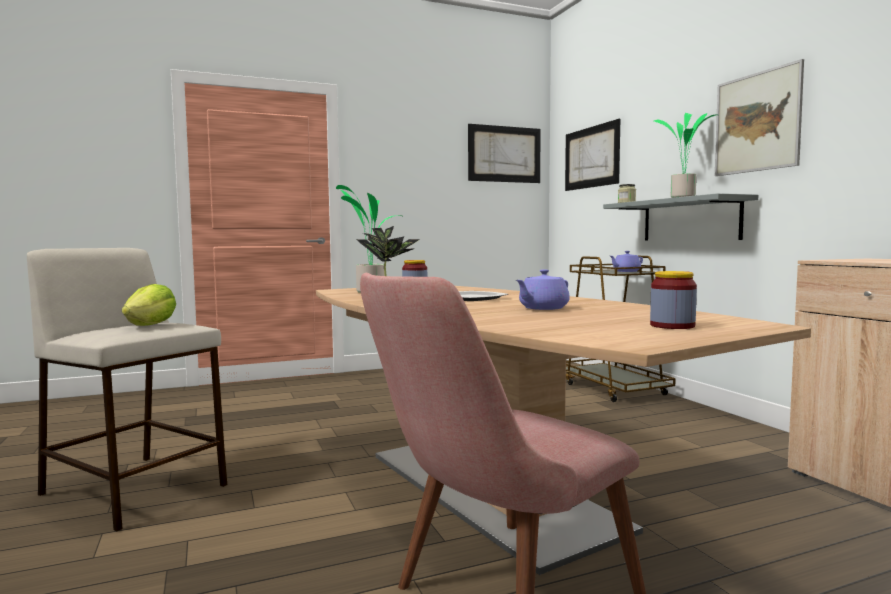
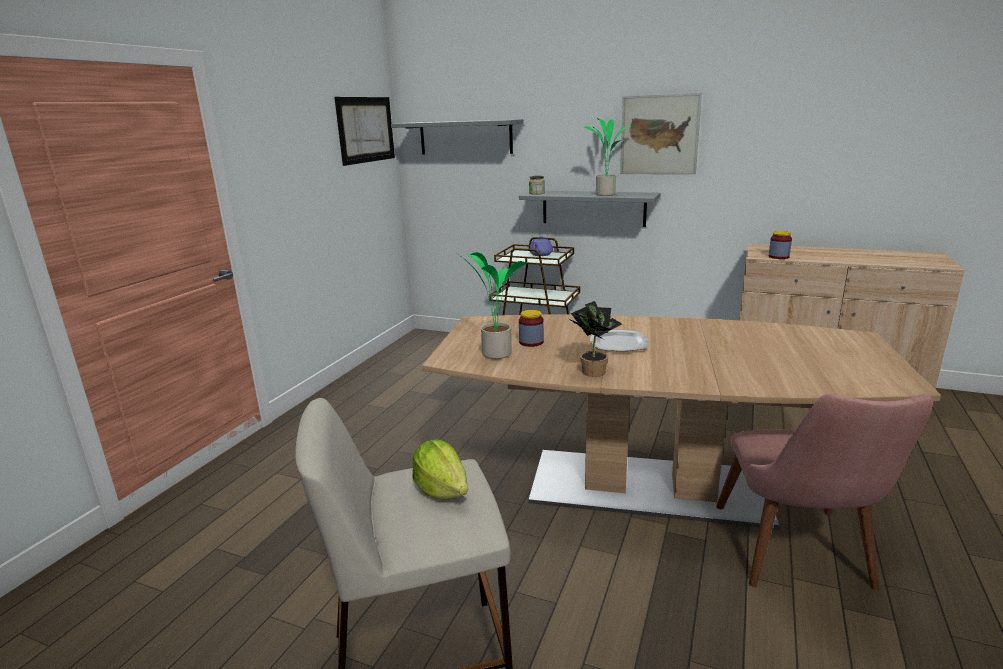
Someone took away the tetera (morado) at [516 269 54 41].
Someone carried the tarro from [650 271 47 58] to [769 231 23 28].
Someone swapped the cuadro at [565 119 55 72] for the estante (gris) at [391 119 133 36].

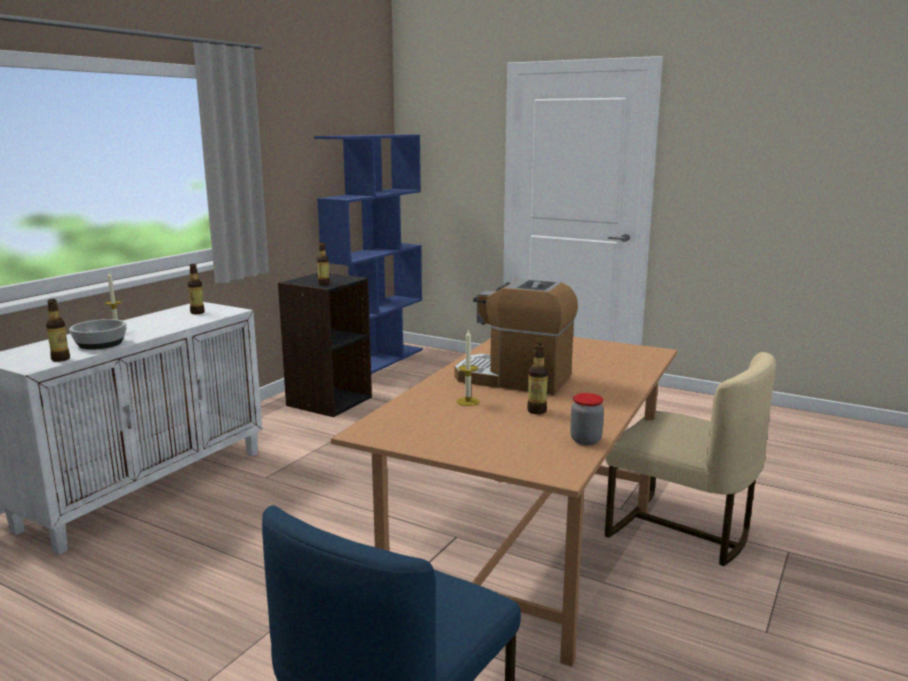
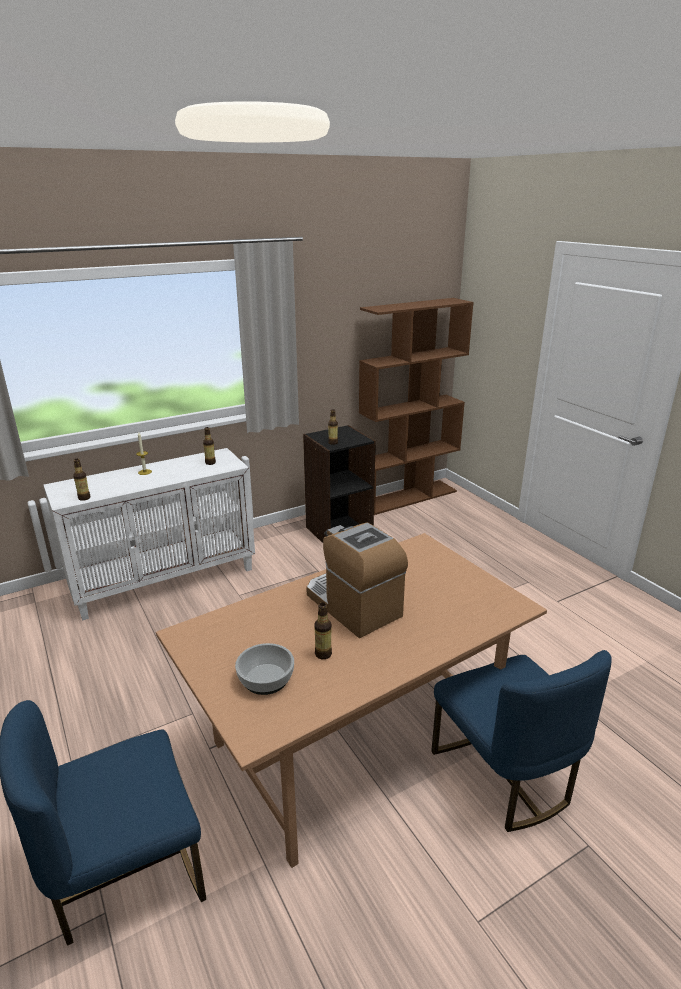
Someone took away the vela at [456 329 24 77].
Someone took away the tarro at [570 393 34 52].
Someone carried the cuenco from [69 319 57 31] to [235 643 59 52].
Someone repainted the estantería (azul) at [314 134 109 240], which became the estantería (marrón) at [359 298 115 217].
Someone repainted the silla (beis) at [605 352 171 214], which became the silla (azul) at [431 650 181 182].

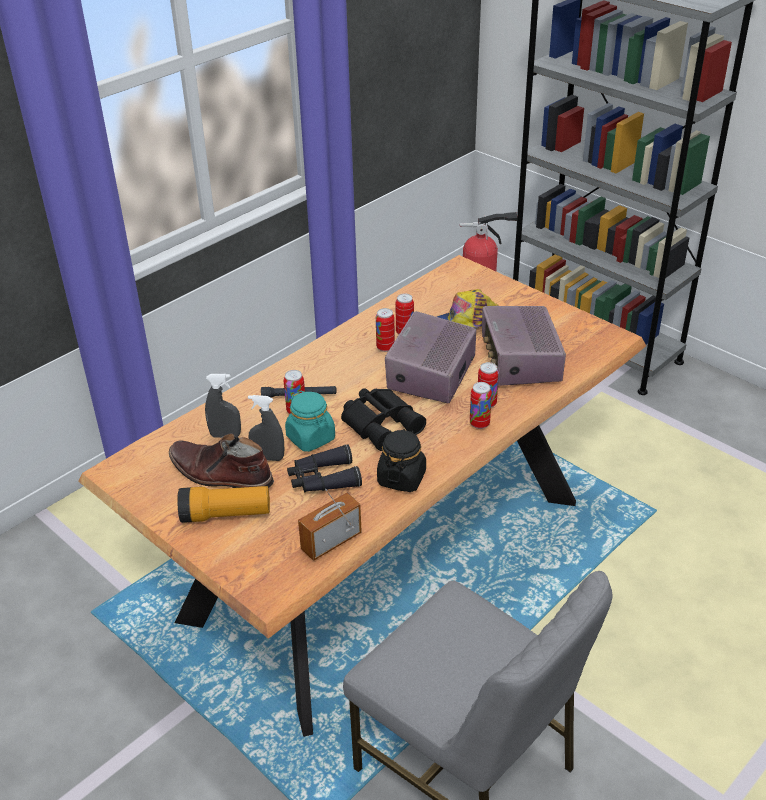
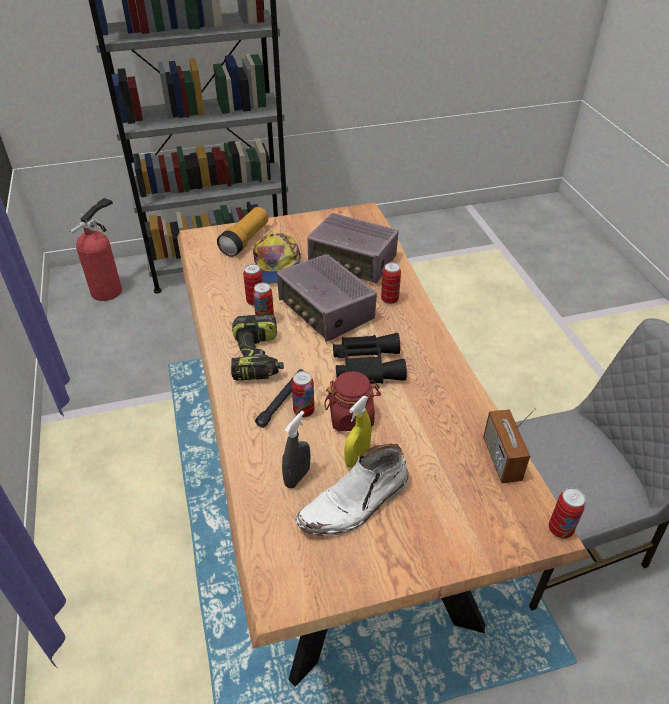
Someone took away the prismáticos (negro) at [287 444 75 48].
Someone took away the tarro (negro) at [377 429 49 63].
Someone put down the taladro at [231 314 53 66].
Someone carried the linterna from [177 486 93 37] to [217 207 51 50].
Someone carried the lata from [470 382 22 47] to [549 488 37 51].
Someone repainted the bota (marrón) at [169 433 105 55], which became the bota (blanco) at [296 443 113 93].
Someone repainted the pulverizador (gris) at [248 395 37 66], which became the pulverizador (amarillo) at [344 396 28 72].
Someone repainted the tarro (turquesa) at [285 391 50 61], which became the tarro (rojo) at [324 371 57 60].

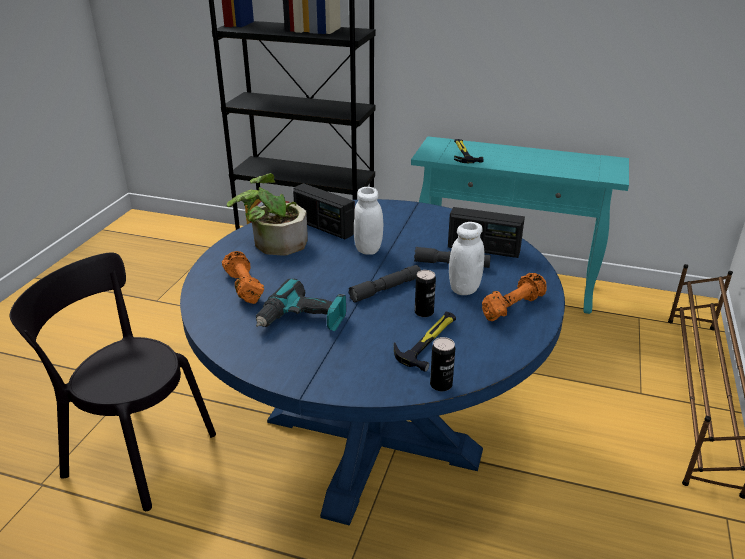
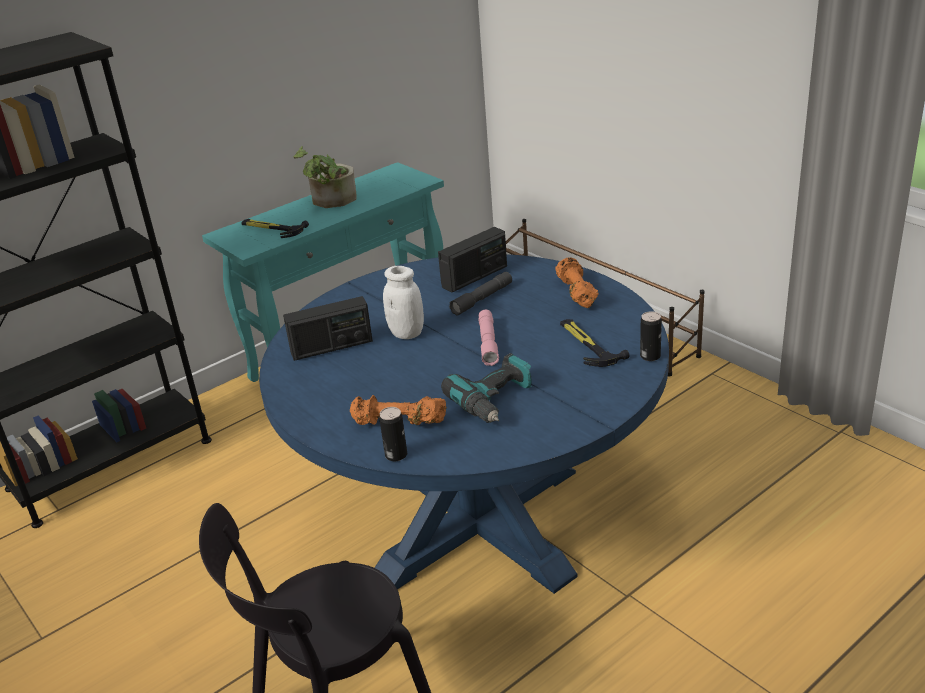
Someone took away the tarro (blanco) at [449 222 36 73].
Someone carried the planta en maceta from [227 173 81 83] to [294 146 62 62].
Someone carried the lata from [415 270 21 47] to [379 407 28 54].
Someone repainted the linterna (gris) at [348 265 73 38], which became the linterna (rosa) at [479 310 20 56].

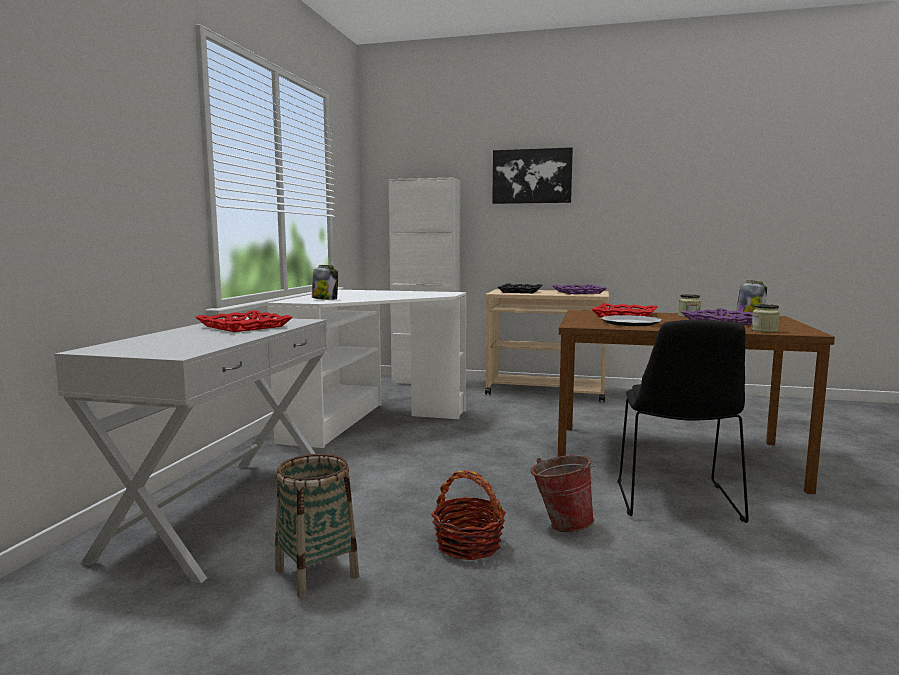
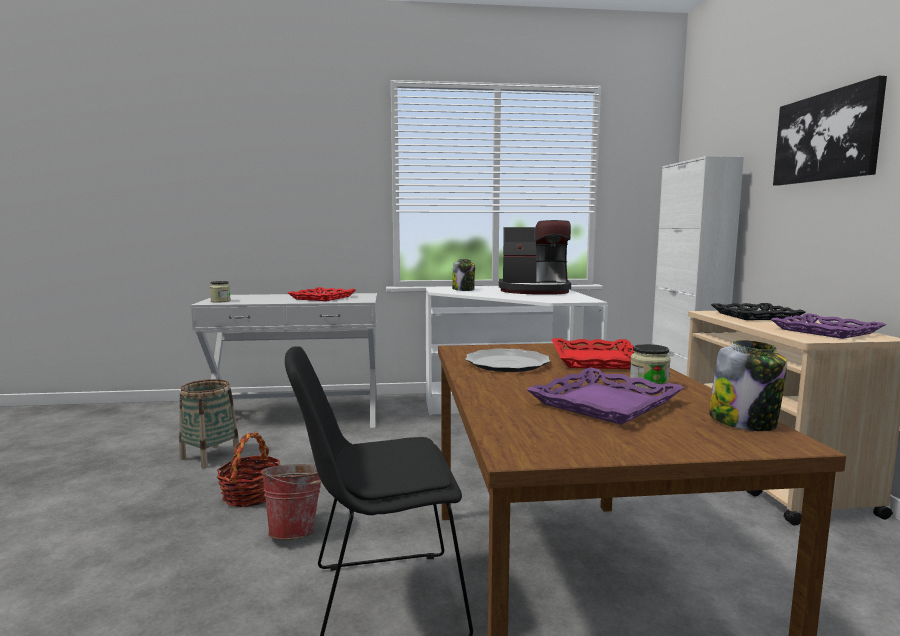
Someone put down the cafetera at [499 220 72 75].
Someone carried the tarro from [751 304 29 28] to [210 281 21 22].

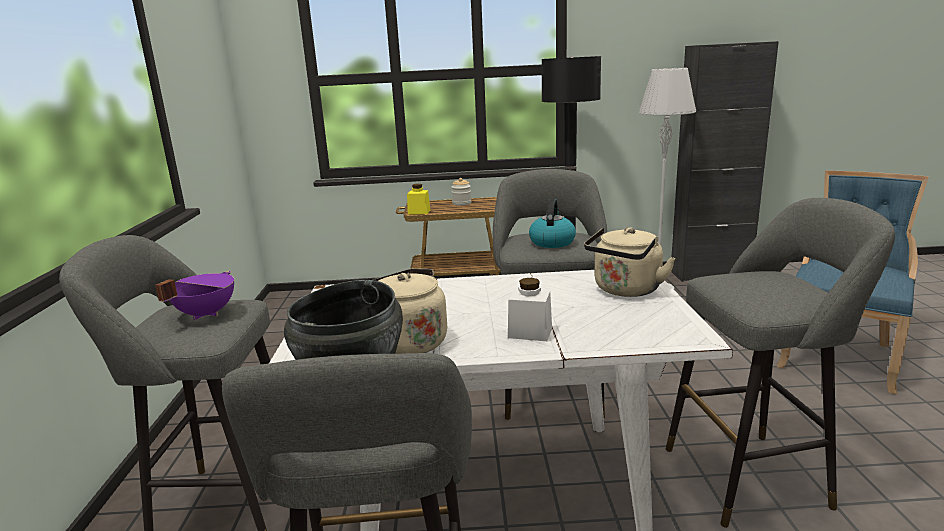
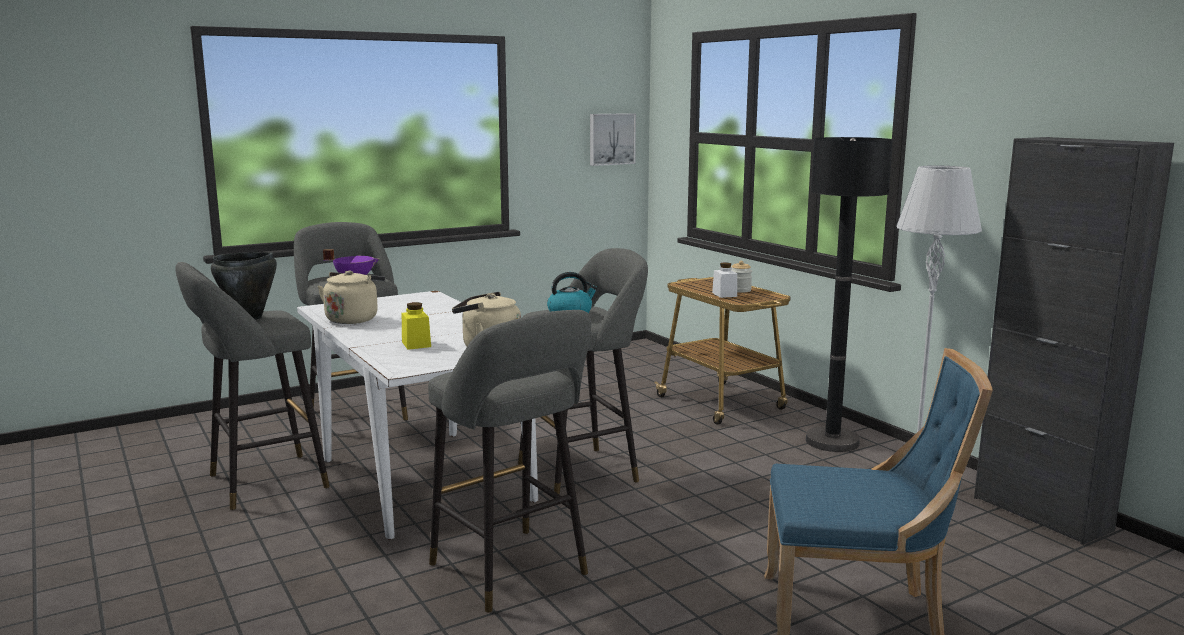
Someone put up the cuadro at [590 113 46 53].
Someone carried the tarro (amarillo) from [407 184 23 31] to [402 302 29 48].
Someone carried the tarro (blanco) from [508 278 44 63] to [712 263 25 35].

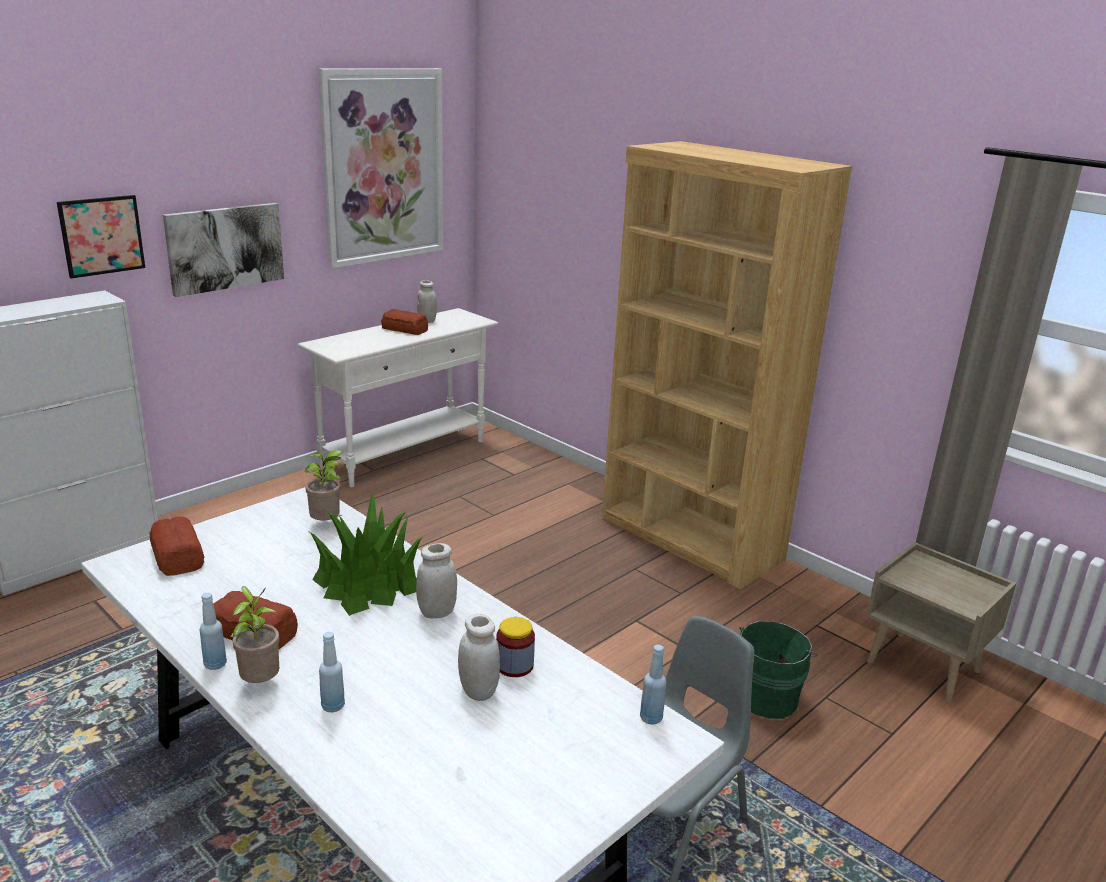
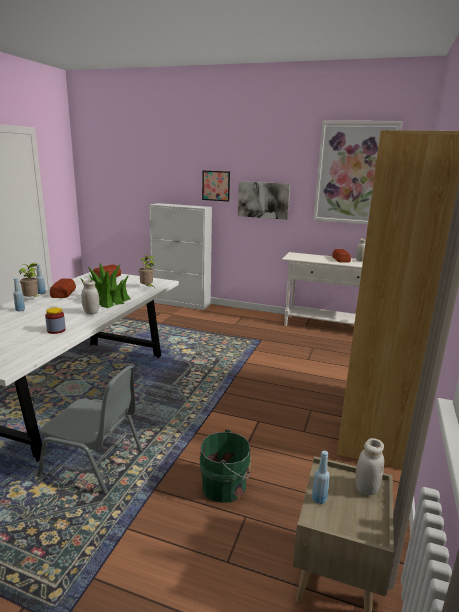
Someone carried the tarro (blanco) from [458 614 42 87] to [356 438 28 58].
Someone carried the botella (azul) from [640 645 26 80] to [312 451 18 53].

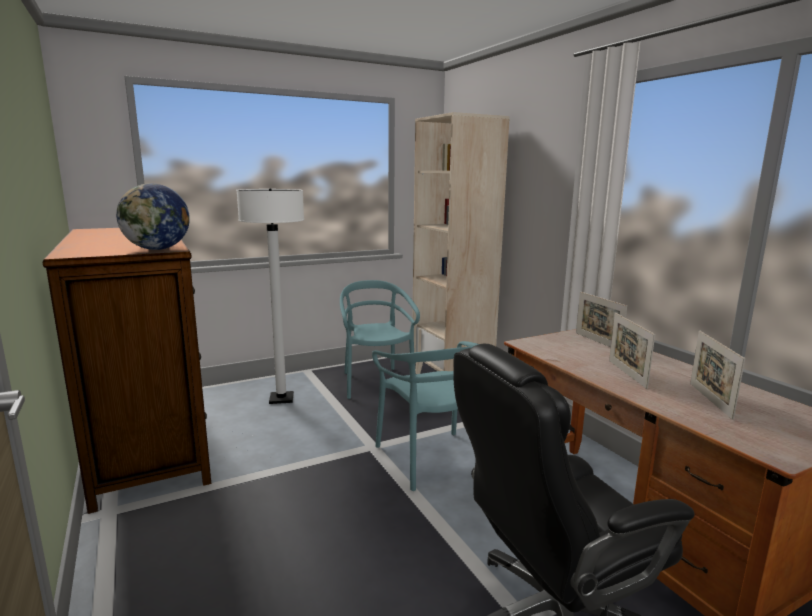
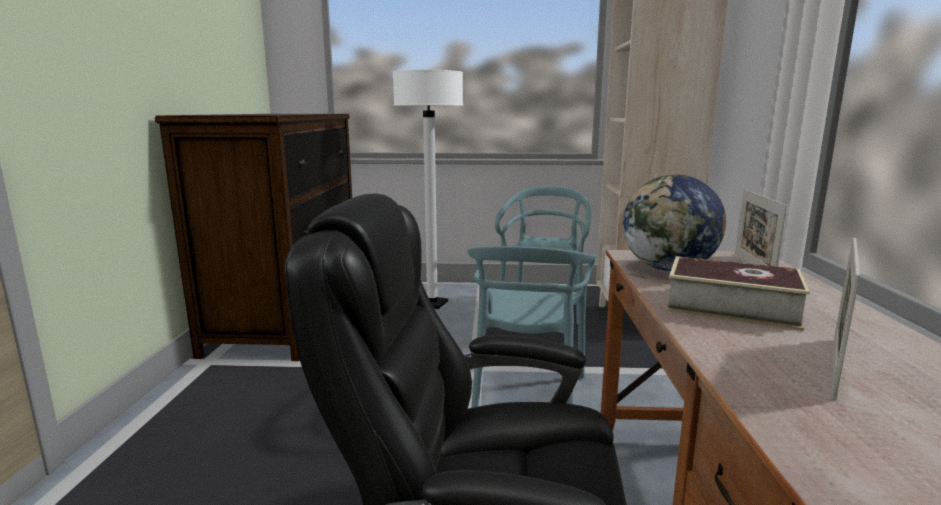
Someone carried the globo terráqueo from [116 183 74 67] to [623 175 103 96].
Someone swapped the portarretratos at [609 313 46 76] for the libro at [666 256 144 75].

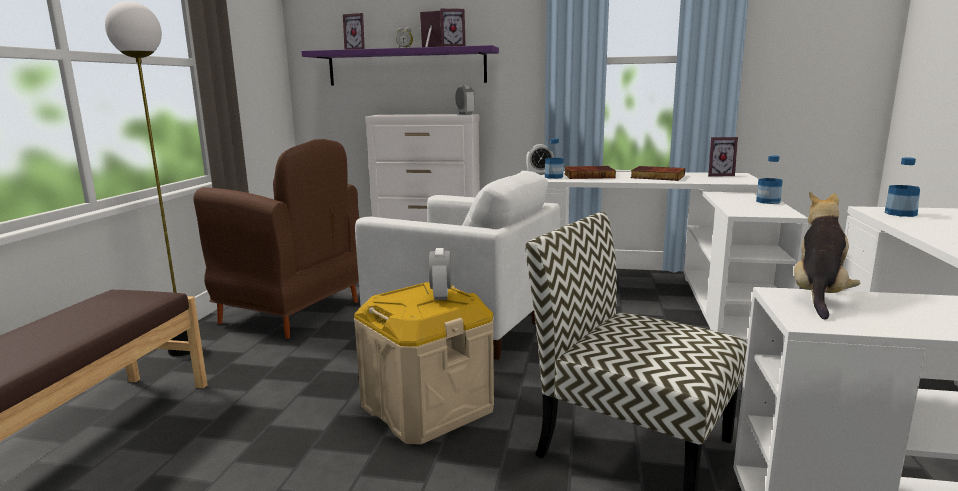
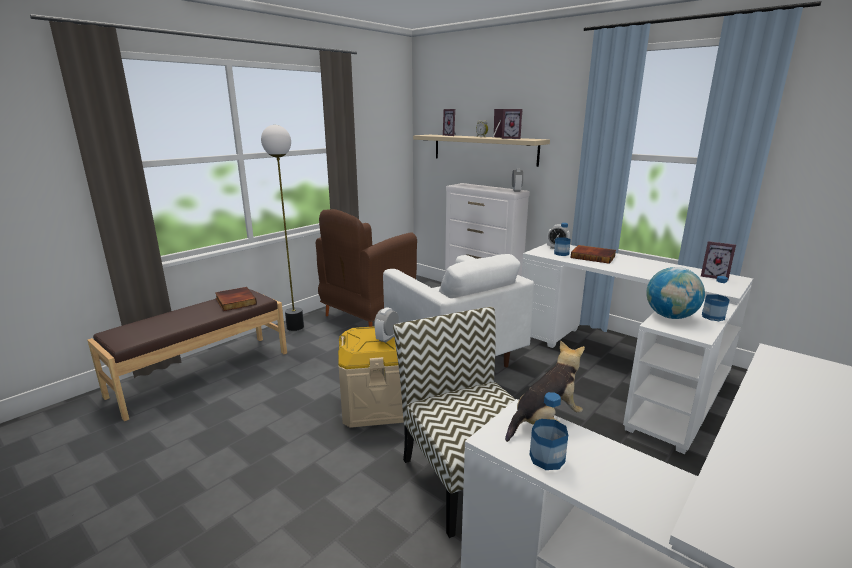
Someone put down the globo terráqueo at [646 267 59 52].
Someone carried the libro from [631 166 54 15] to [215 287 42 24].
Someone carried the botella from [885 157 35 60] to [529 392 39 78].
Someone repainted the estante (morado) at [301 45 198 40], which became the estante (beis) at [413 135 137 32].
Someone rotated the sillón (marrón) at [194 139 165 200] by 75 degrees clockwise.

